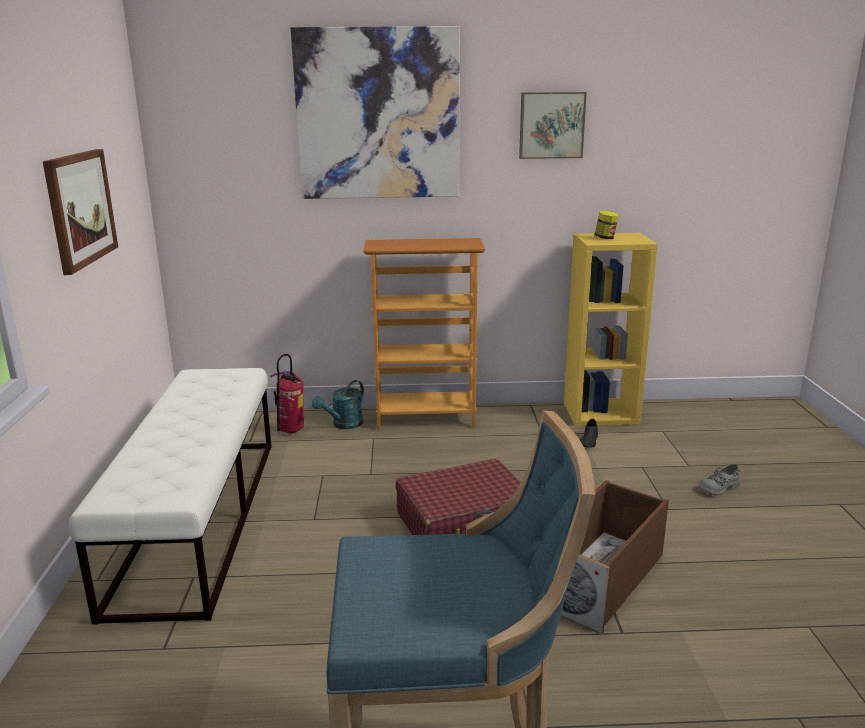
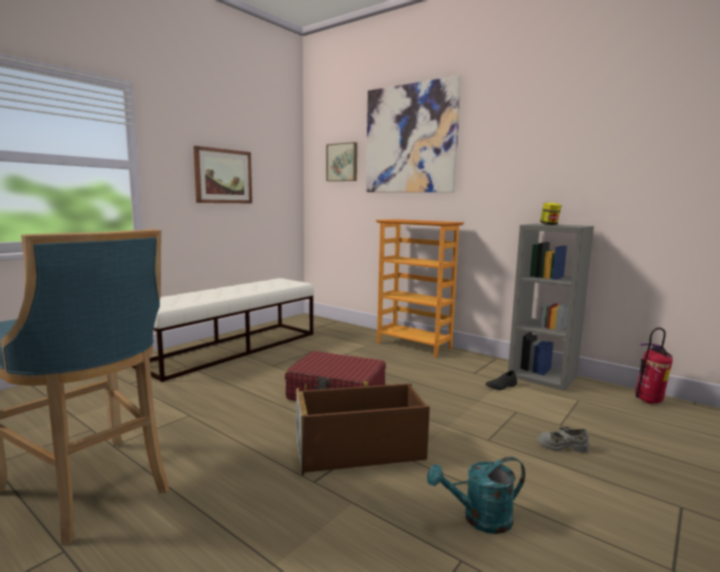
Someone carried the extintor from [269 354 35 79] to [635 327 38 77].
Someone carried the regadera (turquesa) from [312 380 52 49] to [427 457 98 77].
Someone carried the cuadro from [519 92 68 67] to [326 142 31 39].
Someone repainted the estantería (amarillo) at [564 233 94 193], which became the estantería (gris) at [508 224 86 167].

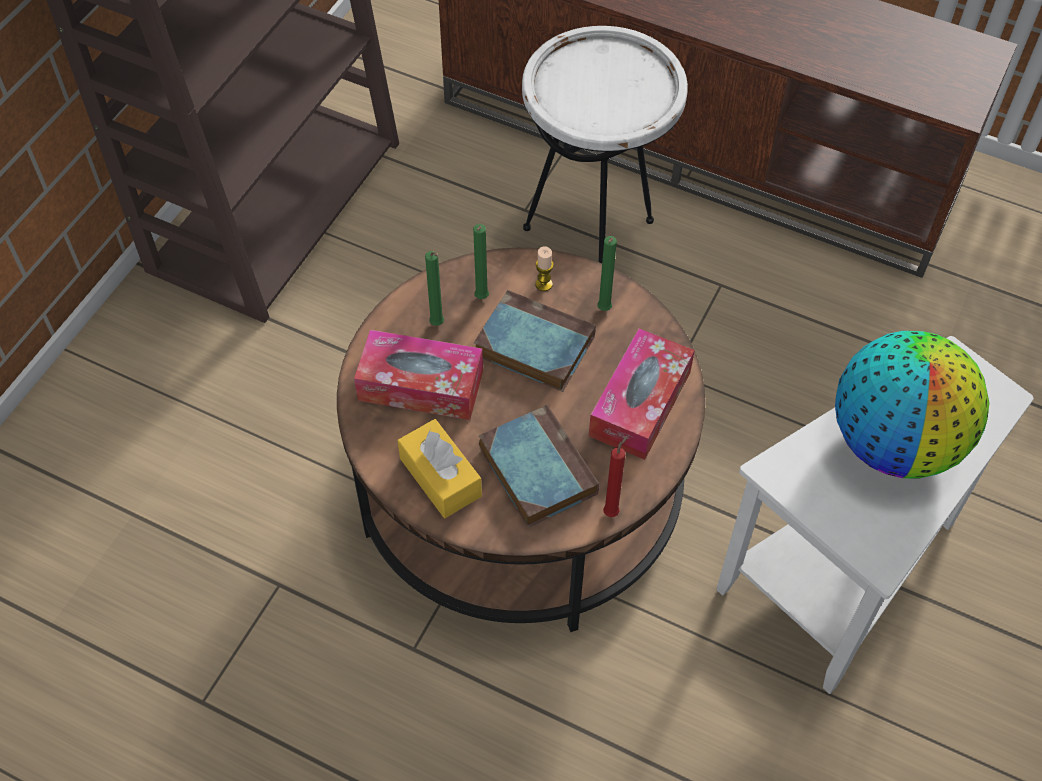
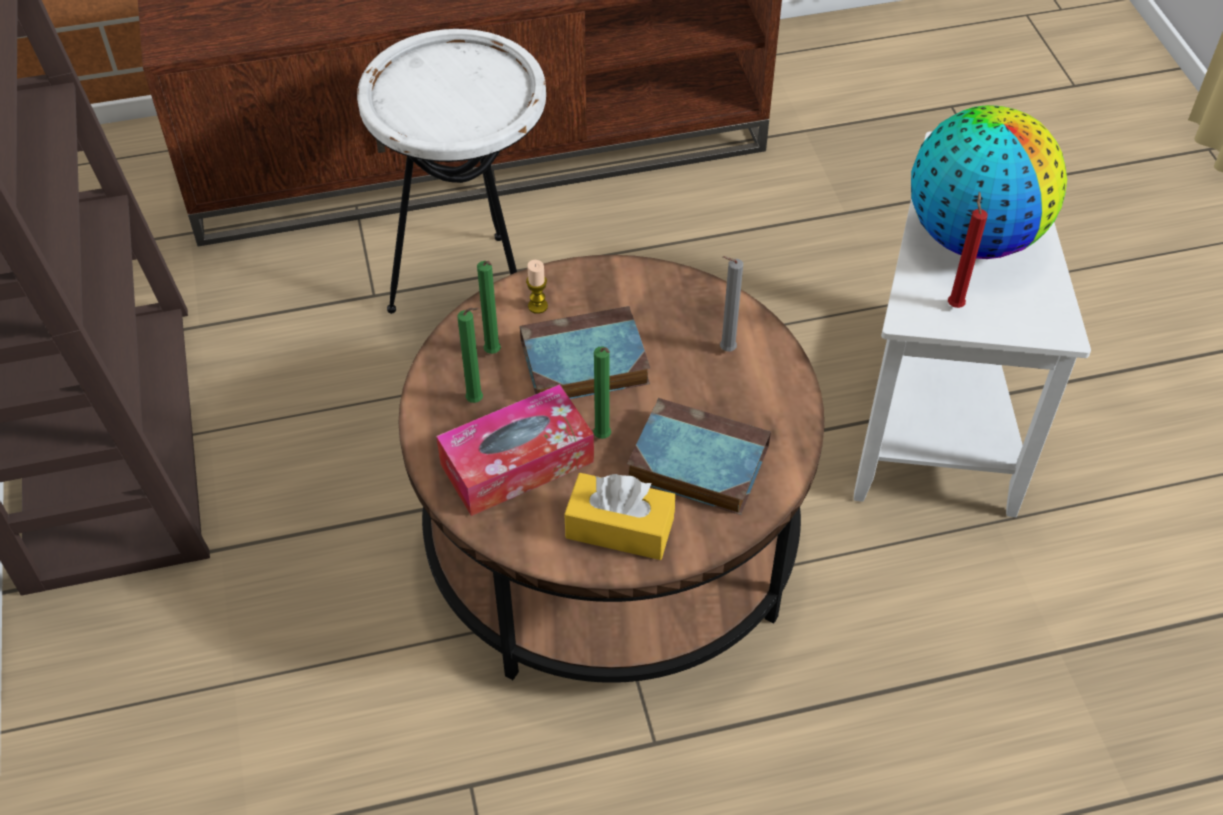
Someone carried the vela (verde) from [597 236 20 75] to [593 346 18 93].
Someone carried the vela (rojo) from [603 436 25 81] to [948 192 40 116].
Someone swapped the caja de pañuelos at [589 328 106 132] for the vela (gris) at [720 256 23 95].

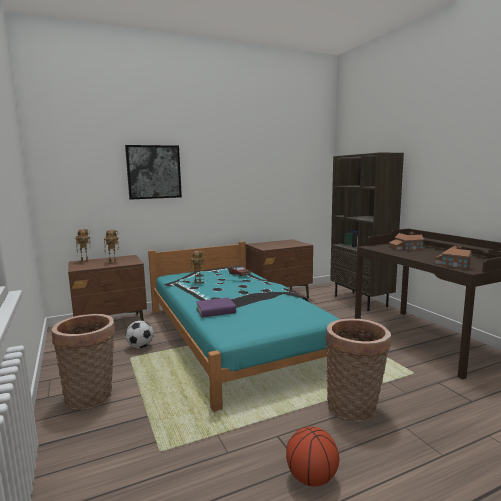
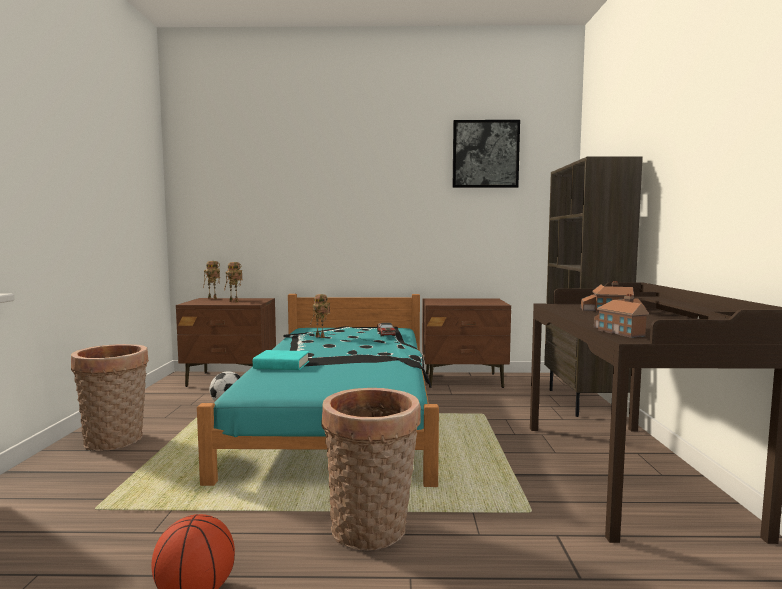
Someone carried the cuadro from [125 145 57 55] to [452 120 68 68].
Someone repainted the libro (morado) at [196 297 40 21], which became the libro (turquesa) at [253 350 56 20].

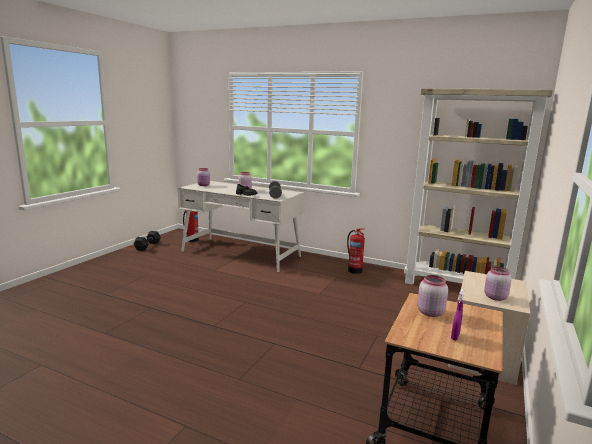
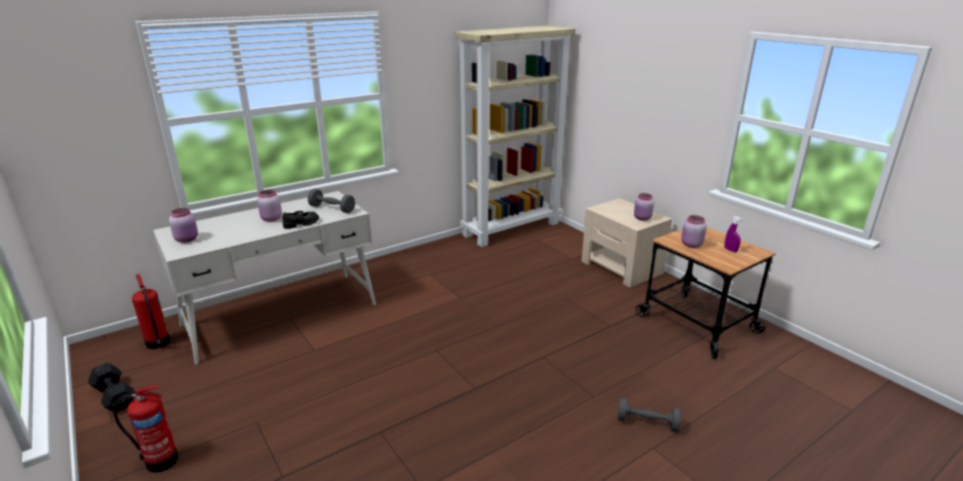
Someone put down the mancuerna (gris) at [618 397 63 35].
Someone carried the extintor from [347 228 18 46] to [113 385 65 88].

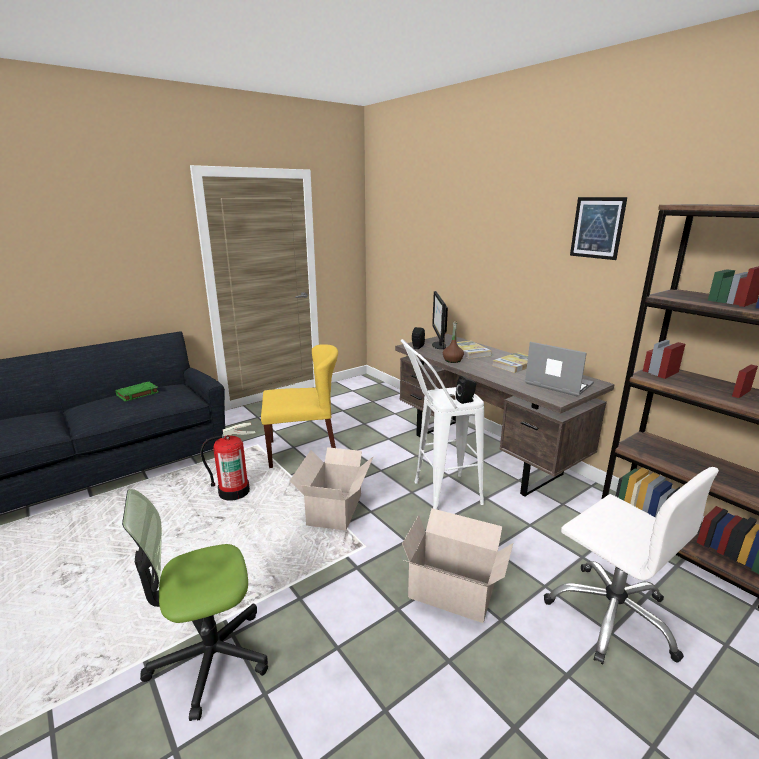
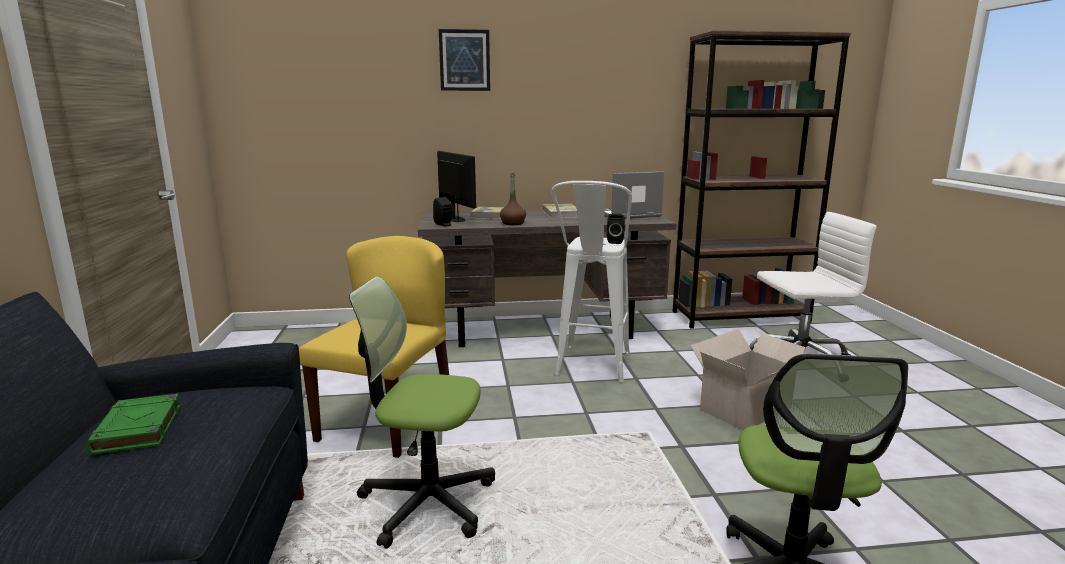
Someone took away the caja de cartón at [290 447 84 84].
Someone carried the cuadro from [570 197 57 63] to [439 29 51 62].
Someone swapped the extintor at [200 422 56 79] for the silla de oficina at [349 277 146 272].
Someone rotated the monitor at [432 291 16 59] by 150 degrees counterclockwise.

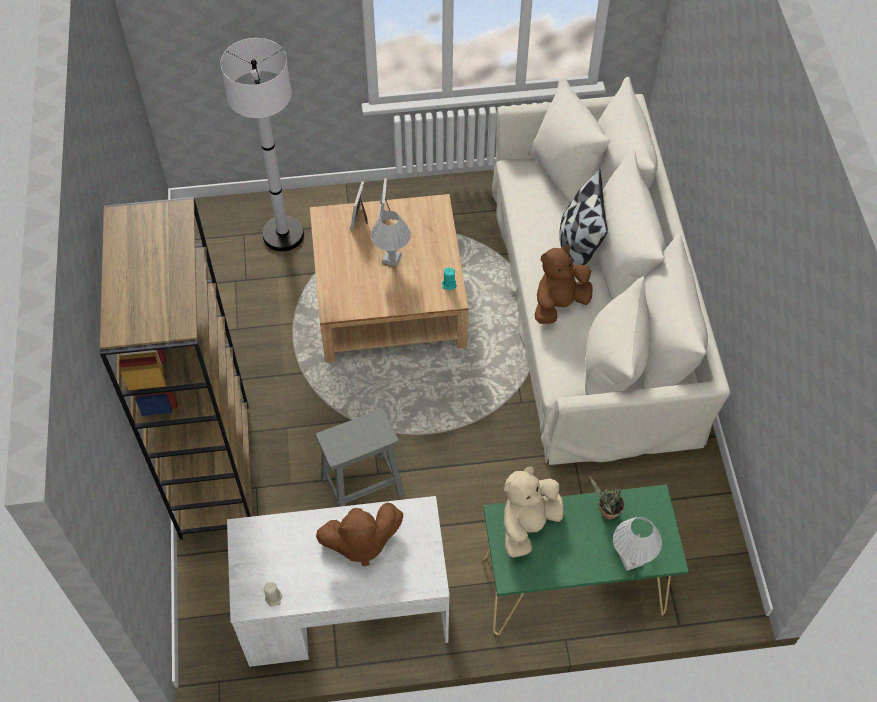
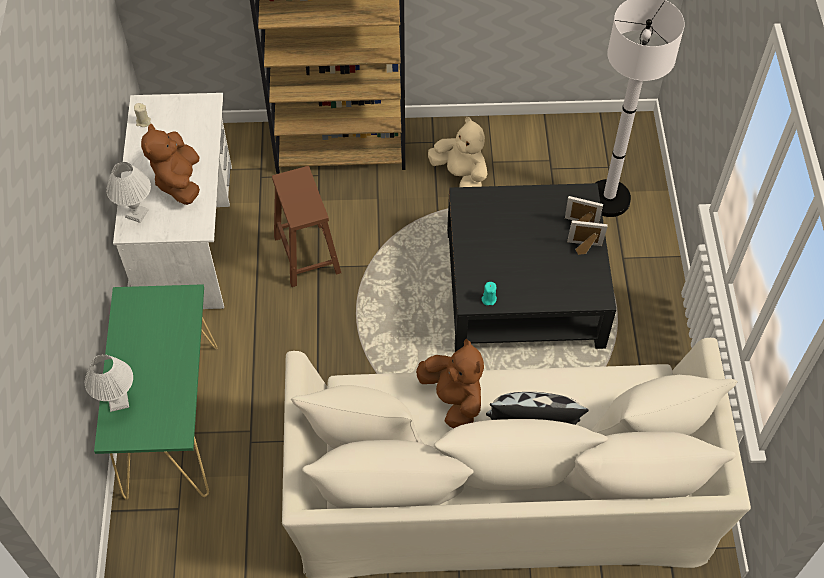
Someone took away the planta en maceta at [589 476 36 44].
Someone carried the lámpara de mesa (blanco) from [371 211 40 55] to [106 162 45 61].
Someone carried the peluche (beis) from [504 466 60 92] to [428 117 59 70].
Someone repainted the mesa de centro (beis) at [310 194 158 168], which became the mesa de centro (negro) at [447 183 169 169].
Someone repainted the taburete (gris) at [316 408 89 99], which became the taburete (marrón) at [272 166 69 121].

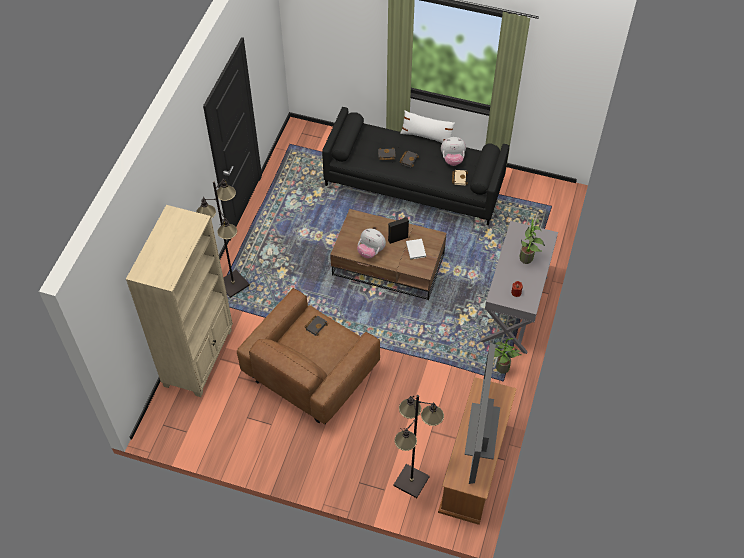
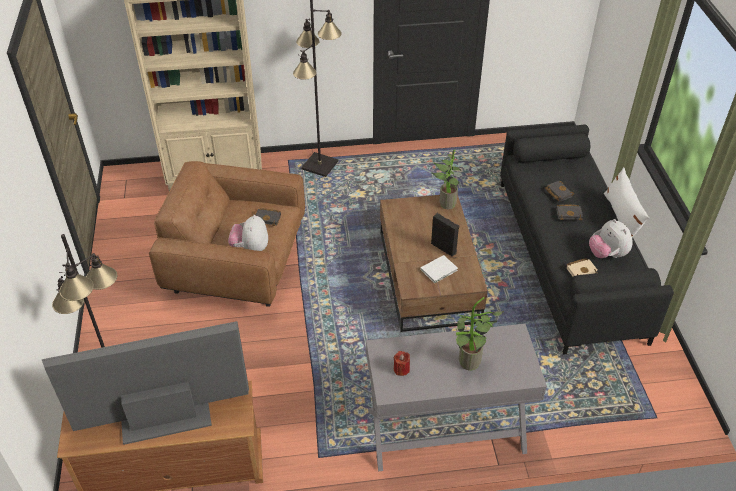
Someone carried the peluche from [357 229 29 29] to [228 215 40 36].
Someone carried the planta en maceta from [494 338 27 36] to [432 150 28 59].

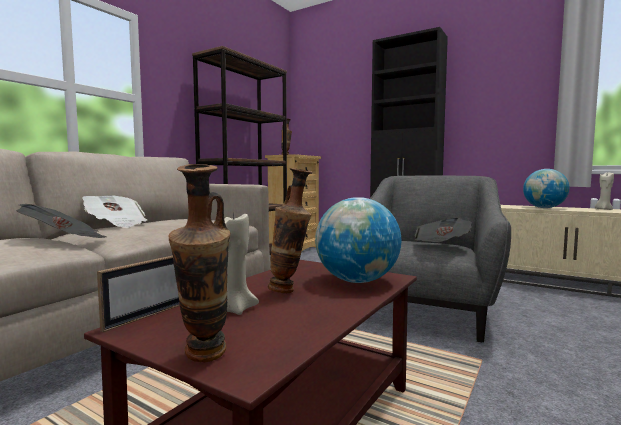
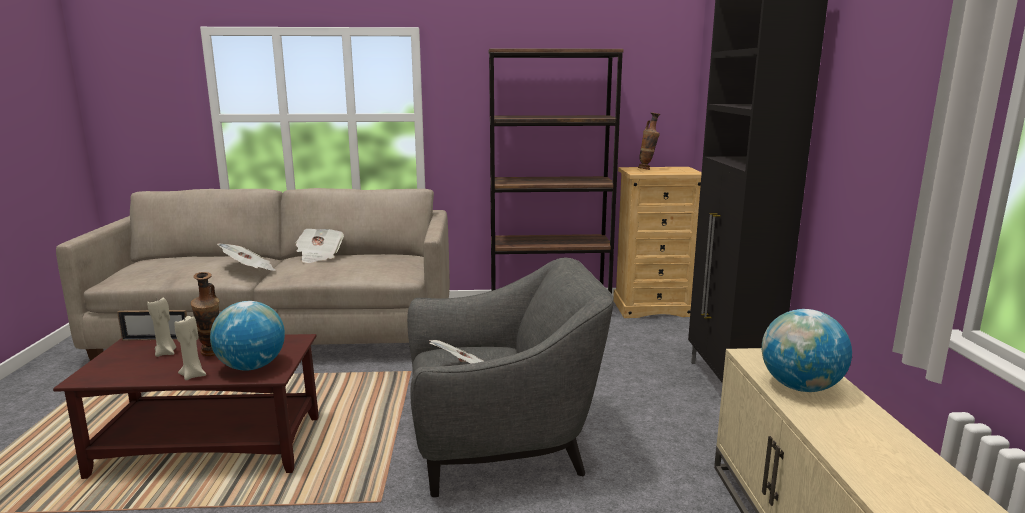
Someone took away the florero at [169 164 62 198].
Someone carried the vela (beis) from [595 173 19 37] to [175 316 31 64].

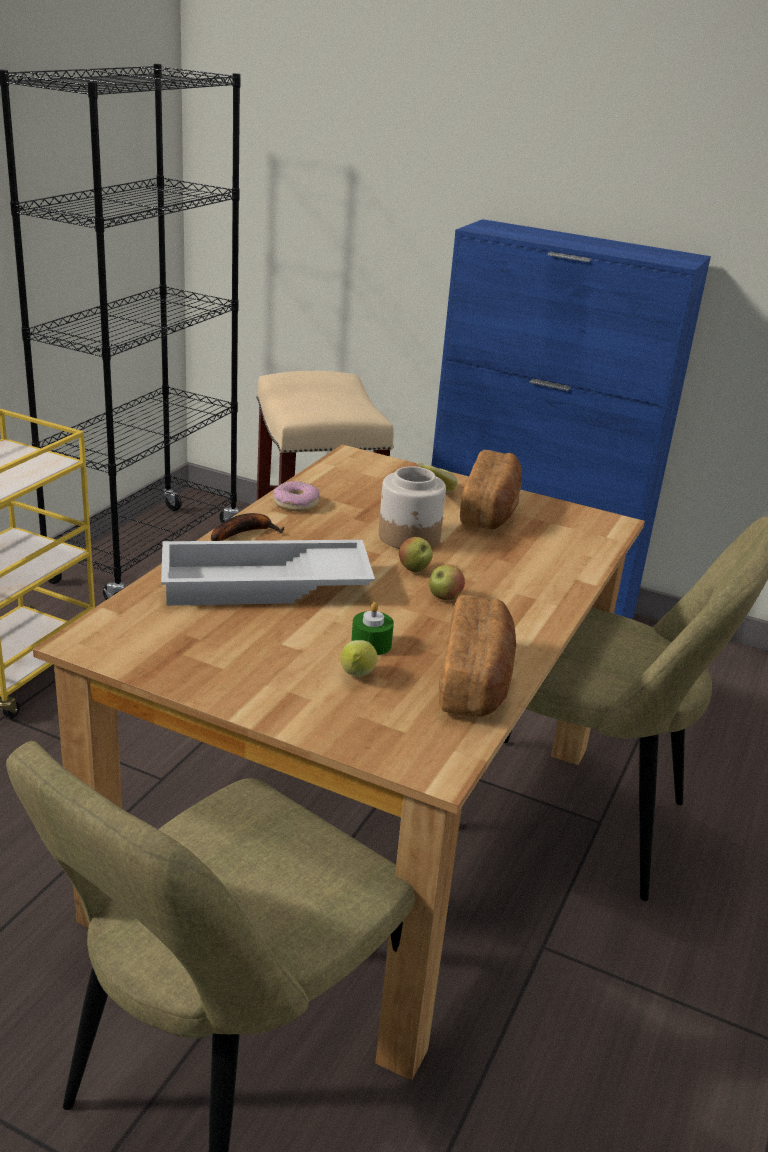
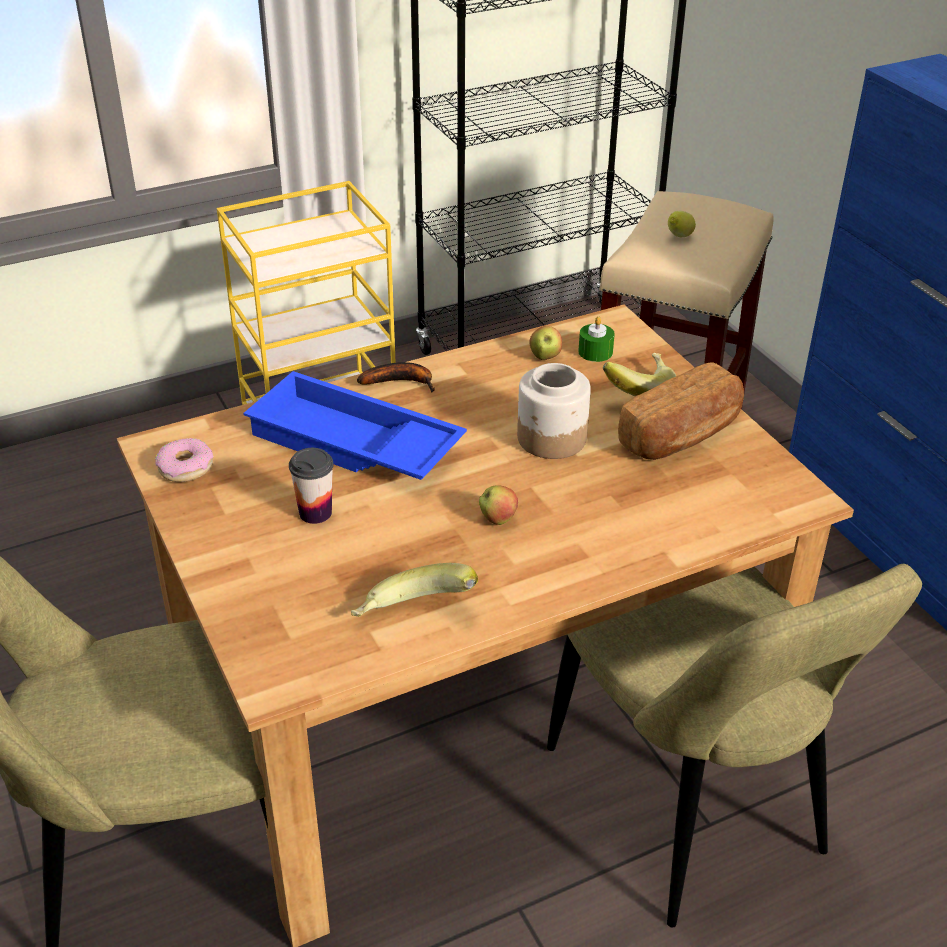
Someone put down the taza at [289 448 45 76].
Someone carried the rosquilla from [274 481 46 31] to [155 438 58 44].
Someone carried the limón from [340 640 38 37] to [668 211 28 26].
Someone carried the vela (verde) from [351 602 43 53] to [578 316 37 46].
Someone carried the manzana from [399 537 34 35] to [529 326 33 34].
Someone swapped the pan at [439 595 77 122] for the plátano at [351 563 127 54].
Someone repainted the bandeja (blanco) at [161 540 214 66], which became the bandeja (azul) at [243 371 224 109].

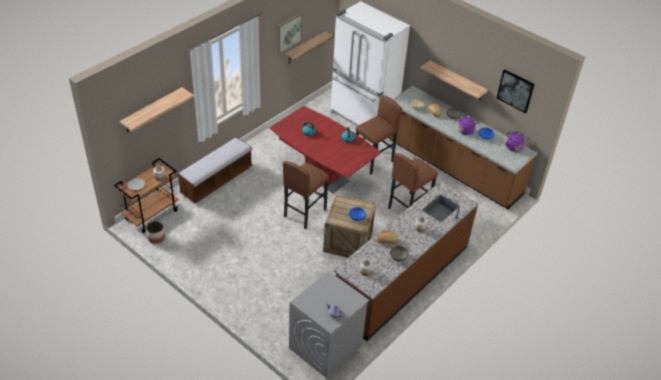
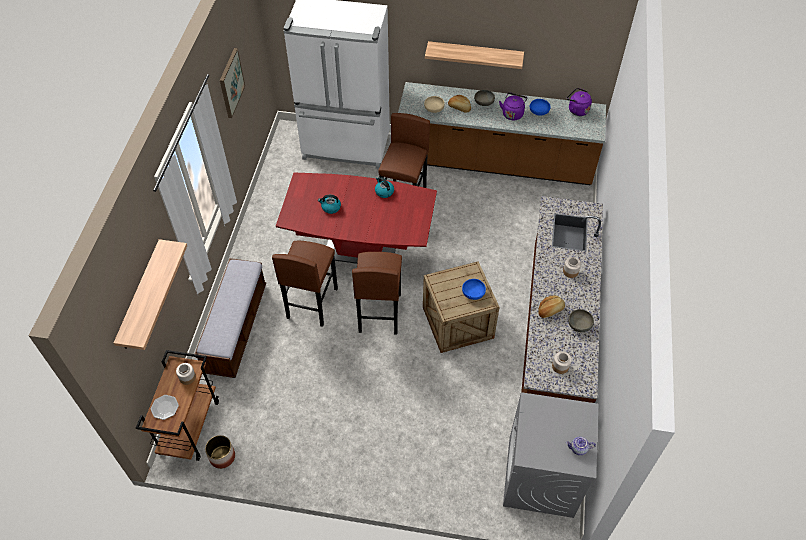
Someone took away the estante at [285 31 49 33].
Someone took away the cuadro at [497 69 38 44].
Someone carried the taburete (marrón) from [388 153 50 56] to [272 241 66 86].

